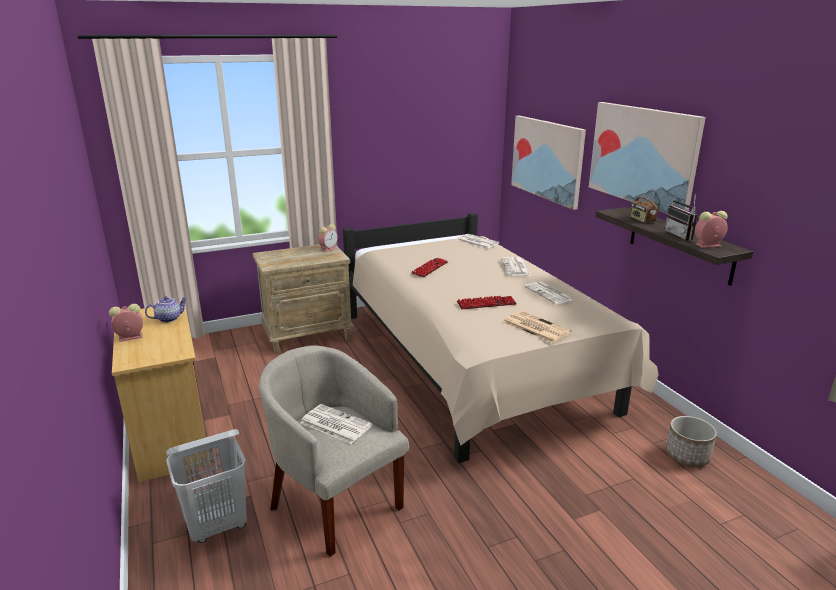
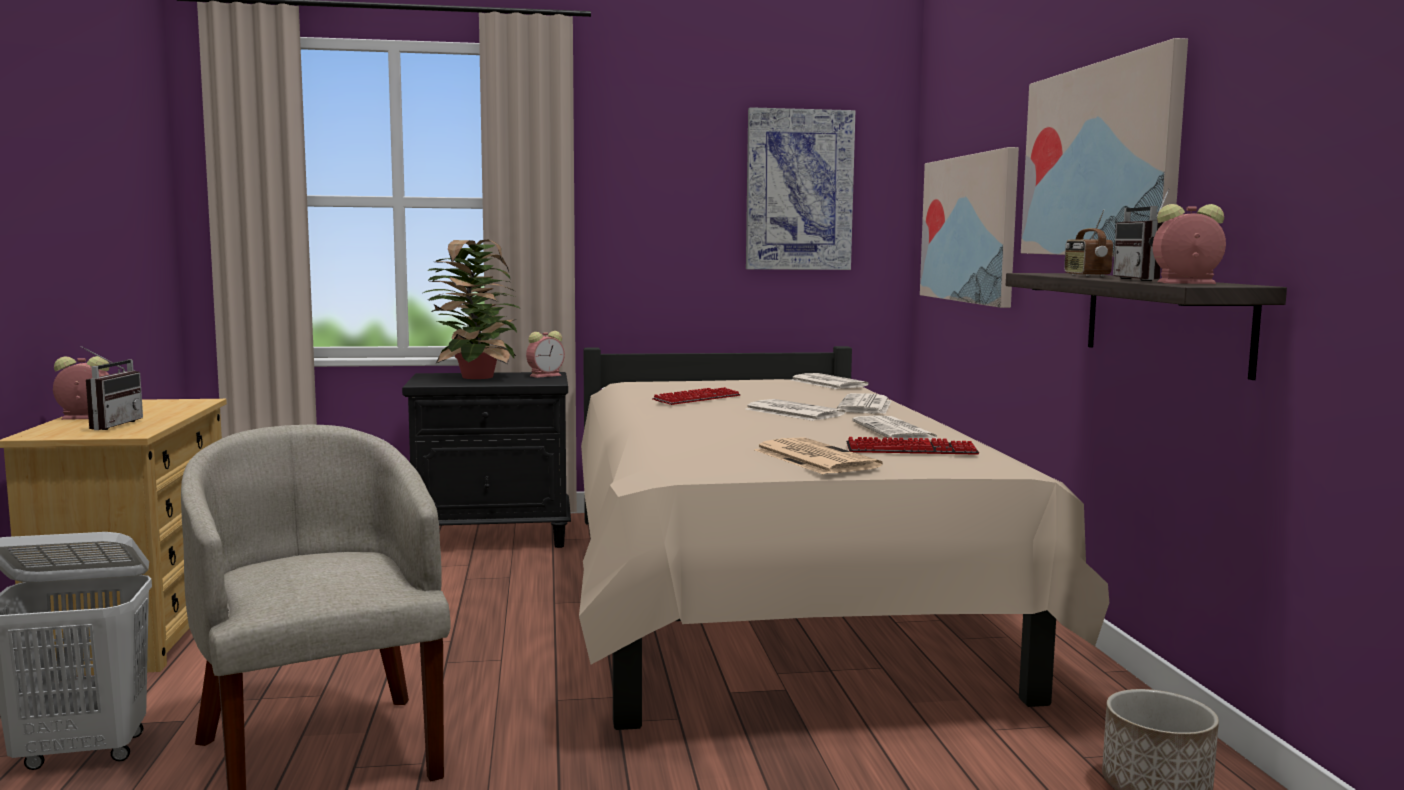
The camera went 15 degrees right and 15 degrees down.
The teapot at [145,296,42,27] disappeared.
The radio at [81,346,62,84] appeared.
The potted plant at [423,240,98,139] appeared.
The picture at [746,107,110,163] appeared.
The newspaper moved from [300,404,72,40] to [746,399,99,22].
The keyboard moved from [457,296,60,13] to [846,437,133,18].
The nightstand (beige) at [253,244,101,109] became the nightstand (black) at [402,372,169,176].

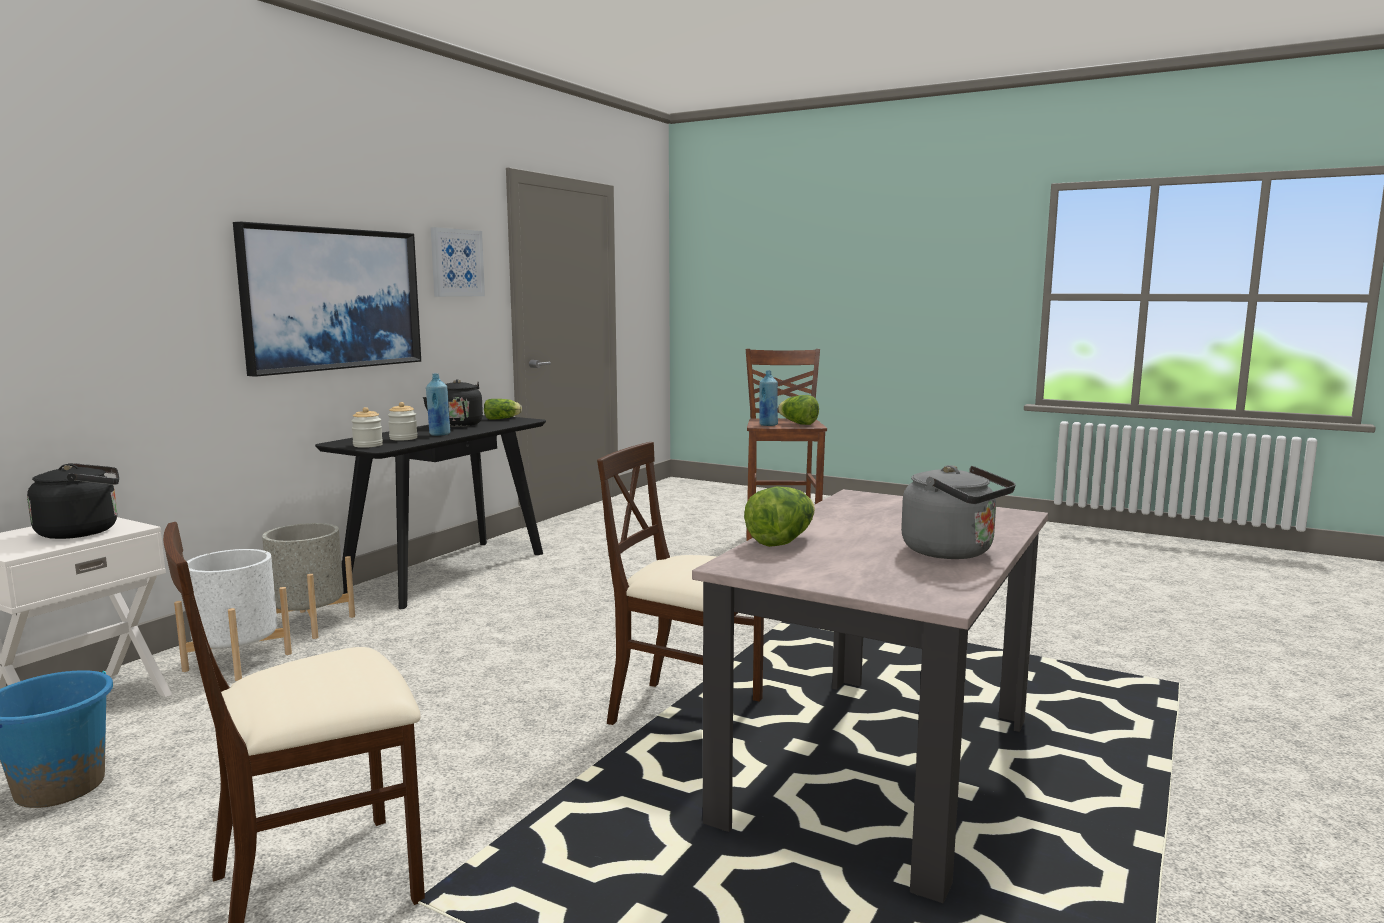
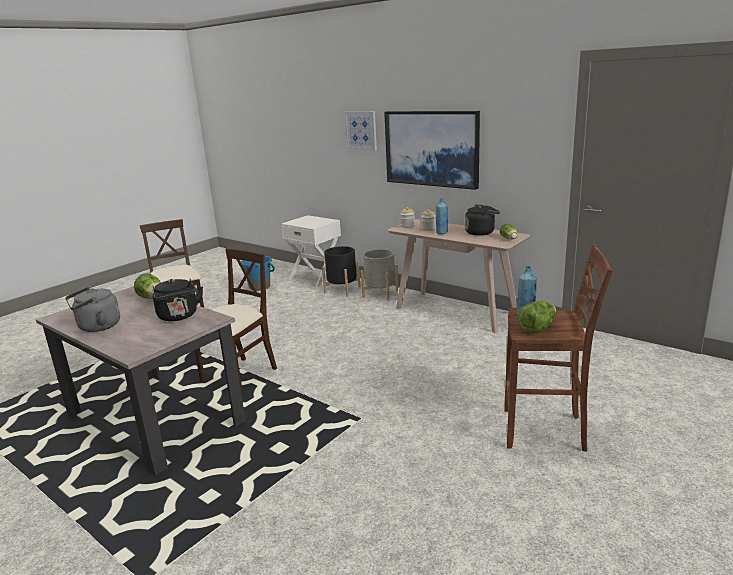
The camera went 100 degrees right and 10 degrees up.
The kettle (black) moved from [27,463,92,76] to [153,278,50,43].
The picture moved from [431,227,54,70] to [344,111,33,39].
The planter (white) at [174,549,118,132] became the planter (black) at [322,246,39,50].
The console table (black) at [315,415,231,194] became the console table (beige) at [388,219,142,114].

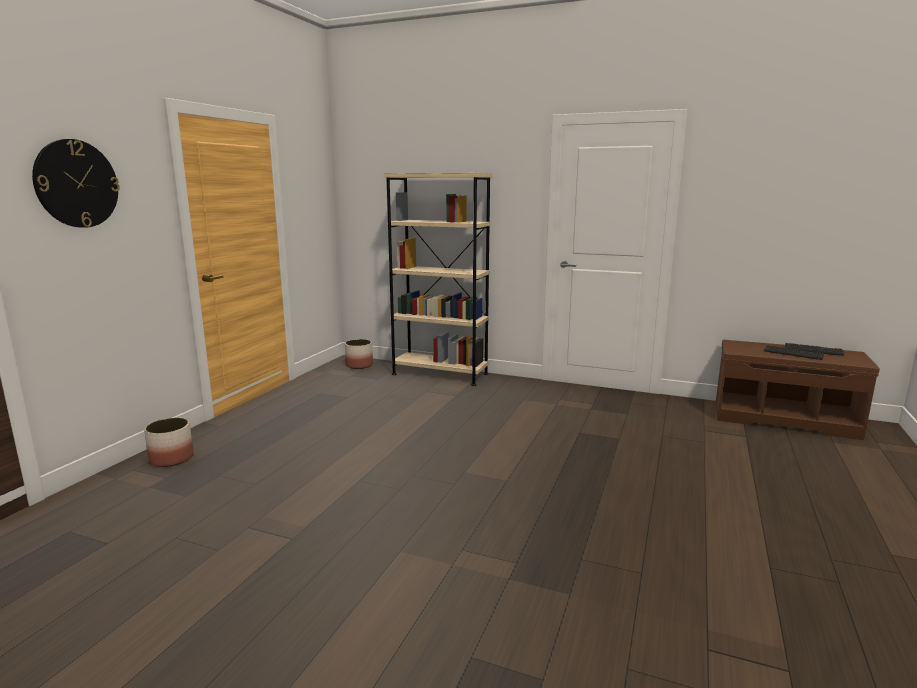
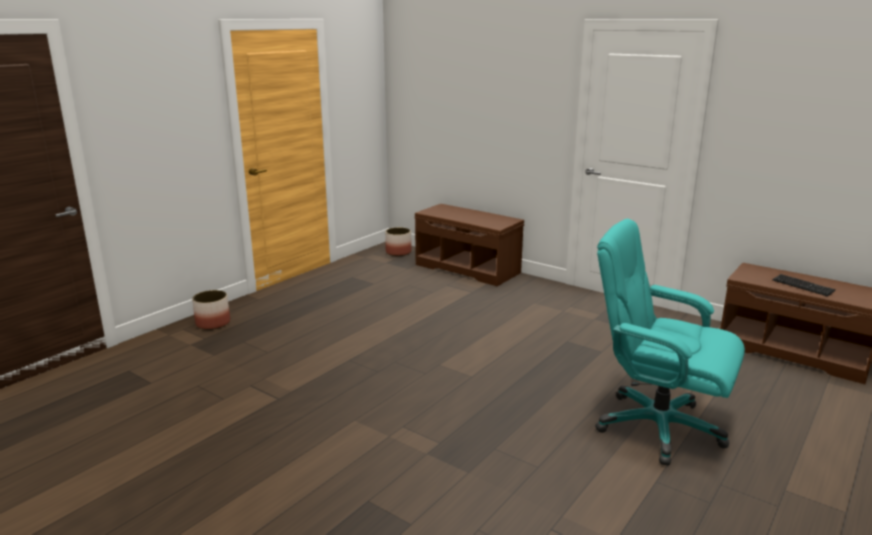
The camera went 15 degrees right and 5 degrees up.
The wall clock at [32,139,88,89] disappeared.
The keyboard at [785,343,59,13] disappeared.
The office chair (turquoise) at [595,219,150,246] appeared.
The bookcase (beige) at [384,173,109,213] was replaced by the bench (brown) at [415,204,109,82].

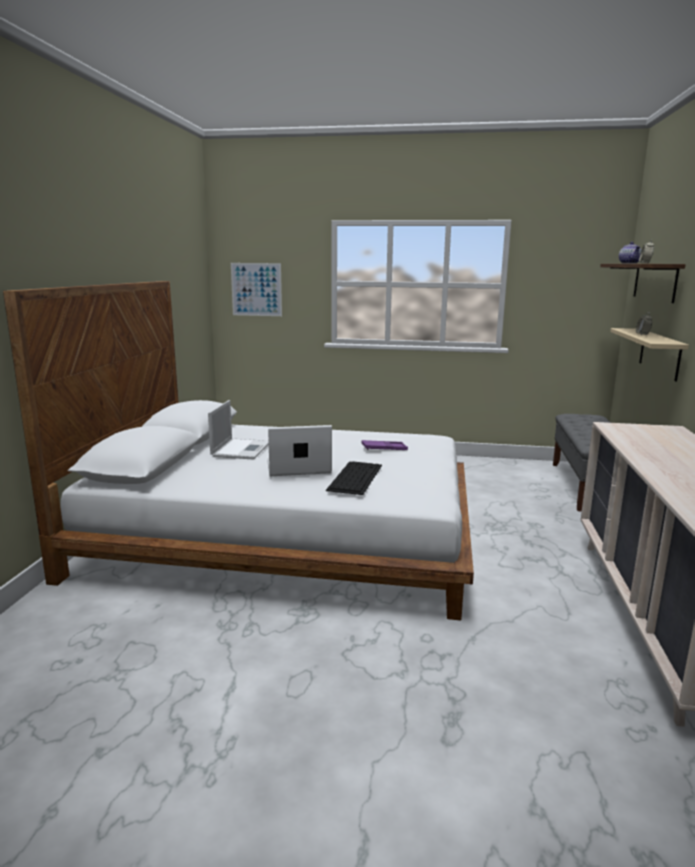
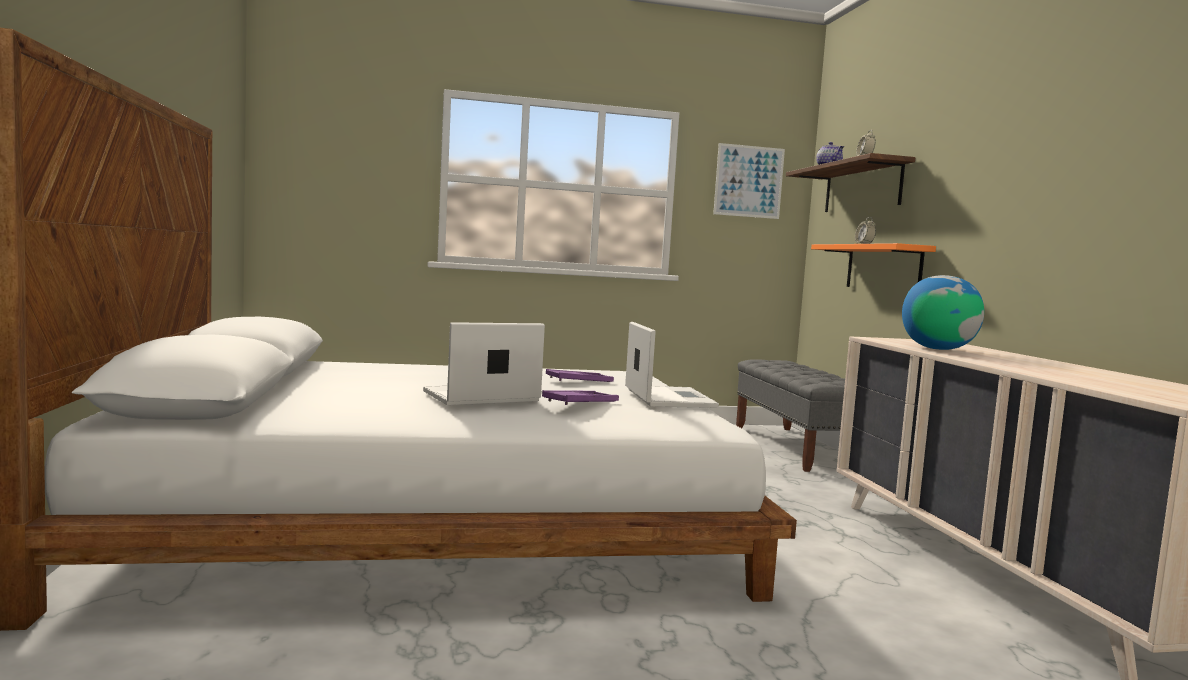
The camera went 20 degrees left and 10 degrees down.
The globe at [902,275,82,75] appeared.
The laptop moved from [208,400,61,60] to [625,322,94,86].
The picture moved from [231,263,51,53] to [713,143,72,76].
The keyboard at [326,461,56,34] was replaced by the tray (purple) at [542,390,77,15].
The shelf (beige) at [610,328,79,54] became the shelf (orange) at [811,243,125,44].

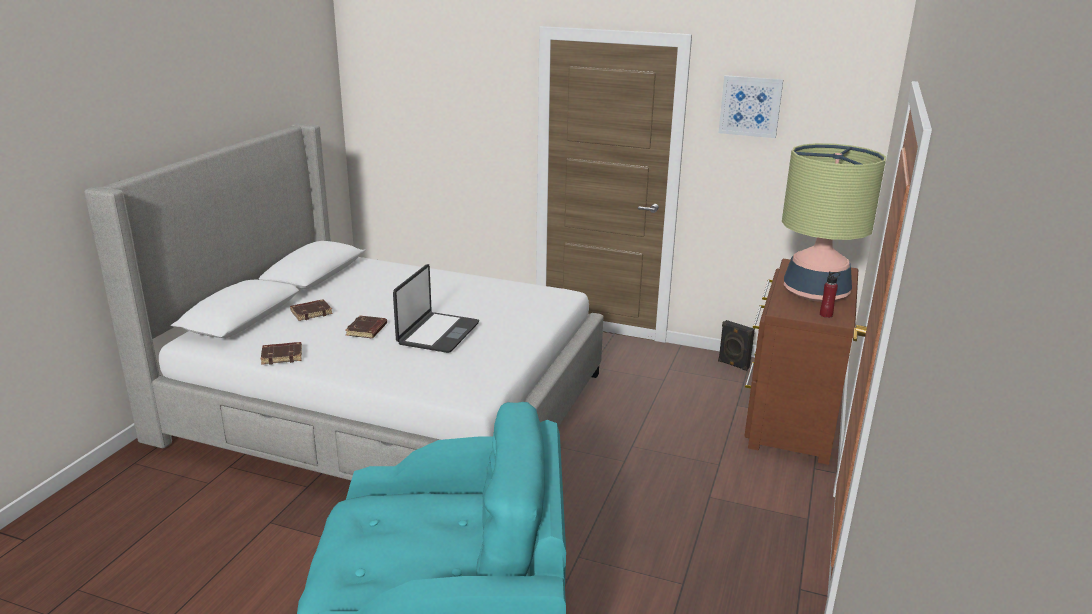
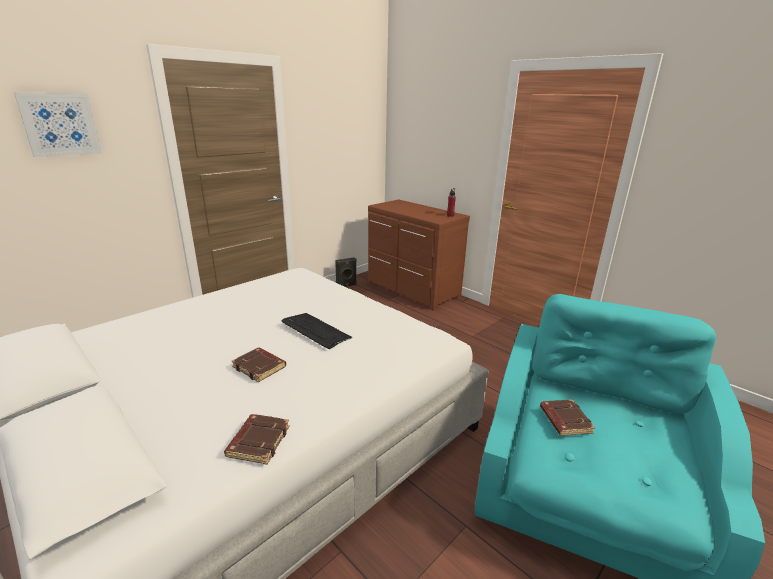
The camera went 65 degrees left and 0 degrees up.
The table lamp at [782,143,104,159] disappeared.
The book (brown) moved from [290,299,43,22] to [540,399,55,37].
The picture moved from [719,75,64,63] to [14,92,88,65].
The laptop at [393,264,86,89] was replaced by the keyboard at [282,313,70,36].

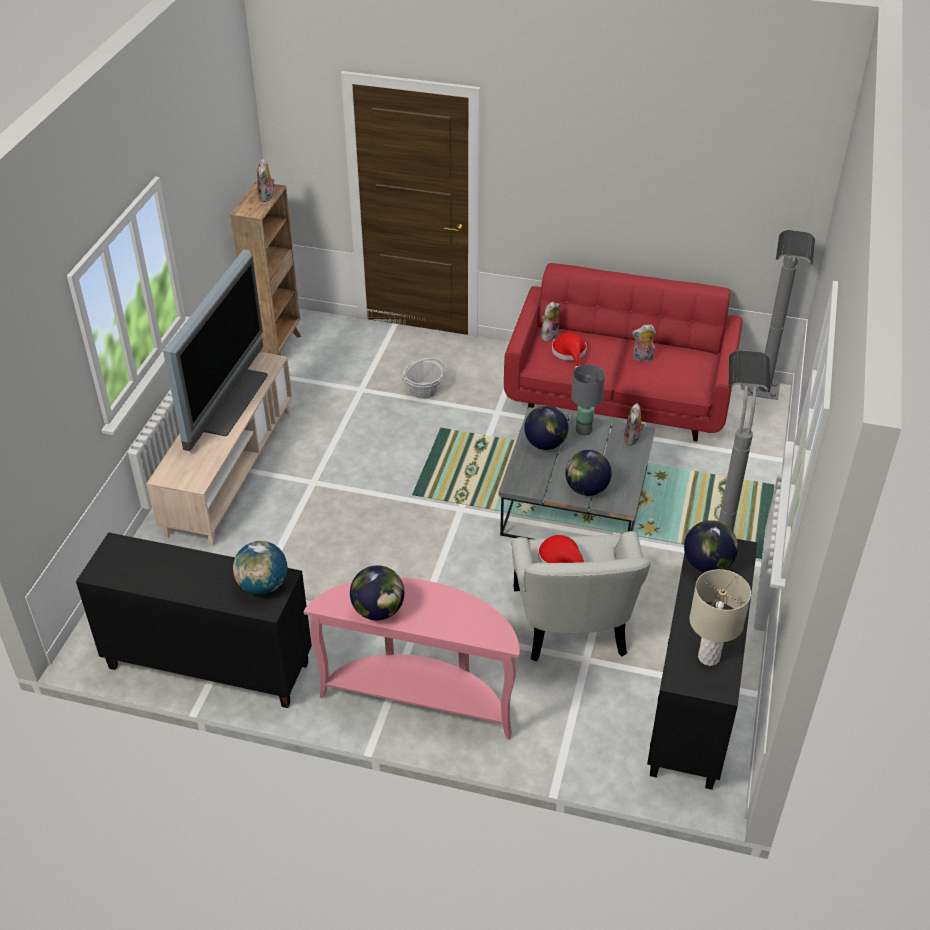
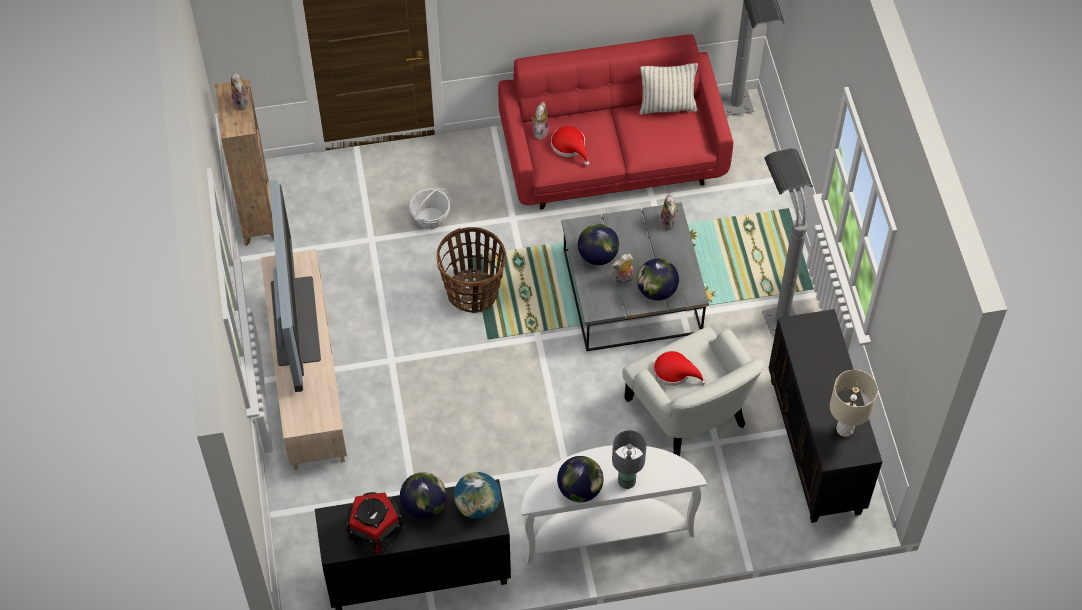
The camera went 25 degrees left and 15 degrees up.
The speaker at [346,492,58,61] appeared.
The basket at [436,227,70,86] appeared.
The pillow at [639,63,59,52] appeared.
The table lamp (grey) moved from [571,364,34,71] to [612,430,35,59].
The plush toy moved from [632,324,24,37] to [612,254,22,31].
The globe moved from [684,520,54,53] to [400,472,46,47].
The console table (pink) at [303,578,217,161] became the console table (white) at [521,445,186,120].

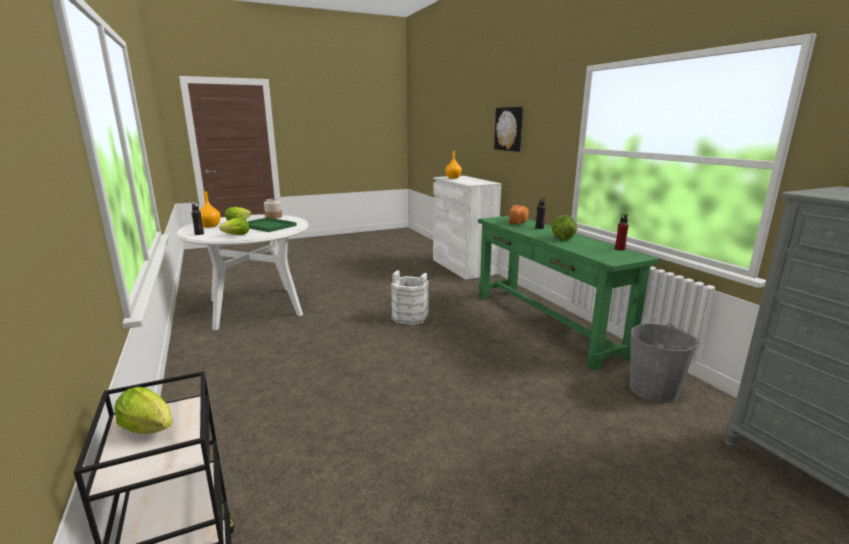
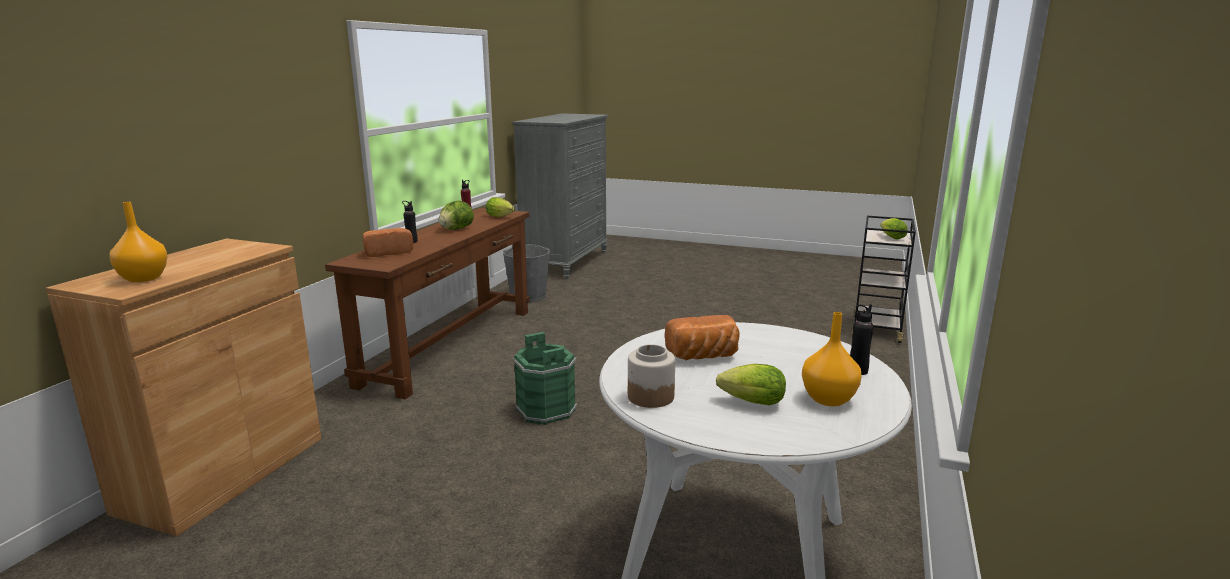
The camera went 135 degrees left and 0 degrees up.
The picture at [494,107,29,45] disappeared.
The lettuce moved from [219,218,30,17] to [486,197,29,20].
The tray (green) at [248,217,49,15] was replaced by the bread at [665,315,75,45].
The bucket (white) at [390,270,39,55] became the bucket (green) at [513,332,64,93].
The cabinet (white) at [433,176,69,104] became the cabinet (brown) at [46,238,275,298].
The console table (green) at [478,216,181,154] became the console table (brown) at [325,208,205,191].

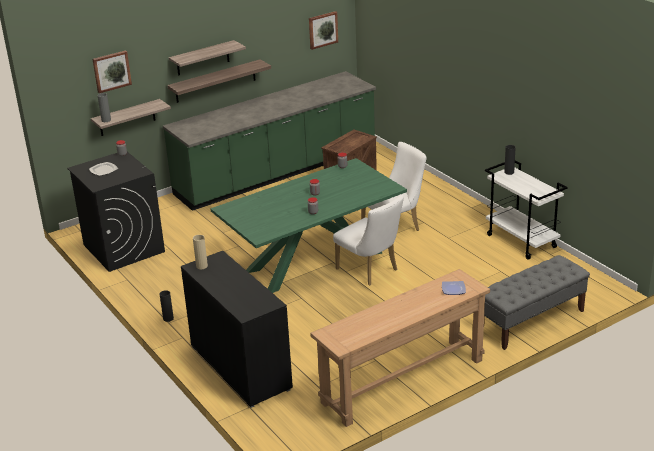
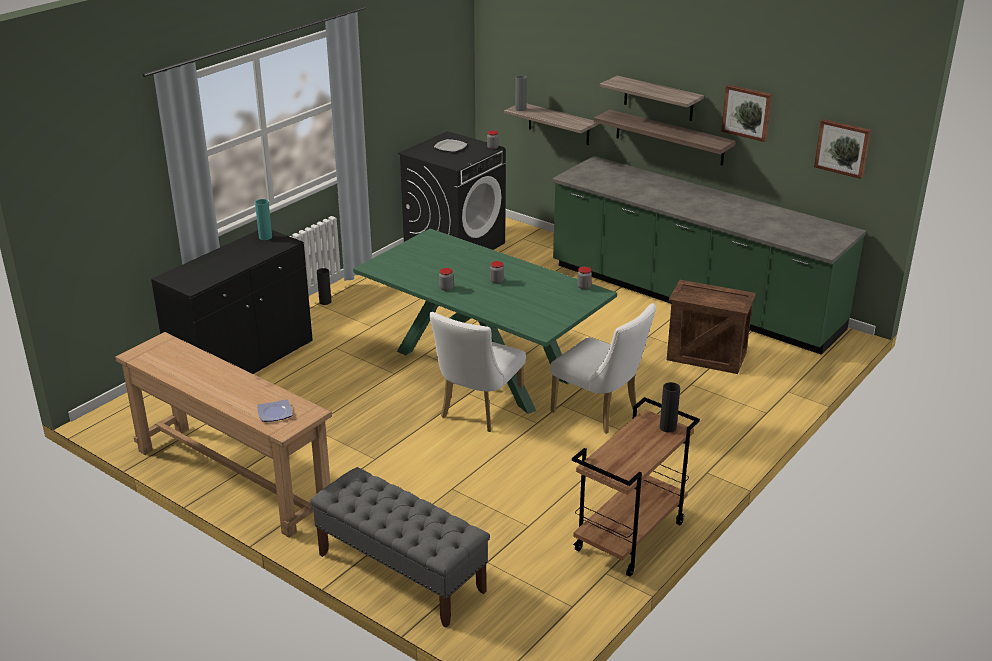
The camera went 70 degrees right and 0 degrees up.
The picture moved from [92,51,40,42] to [721,85,51,57].
The vase (beige) at [193,235,15,34] became the vase (turquoise) at [255,199,17,41].
The cart (white) at [485,160,82,100] became the cart (brown) at [572,397,128,180].

